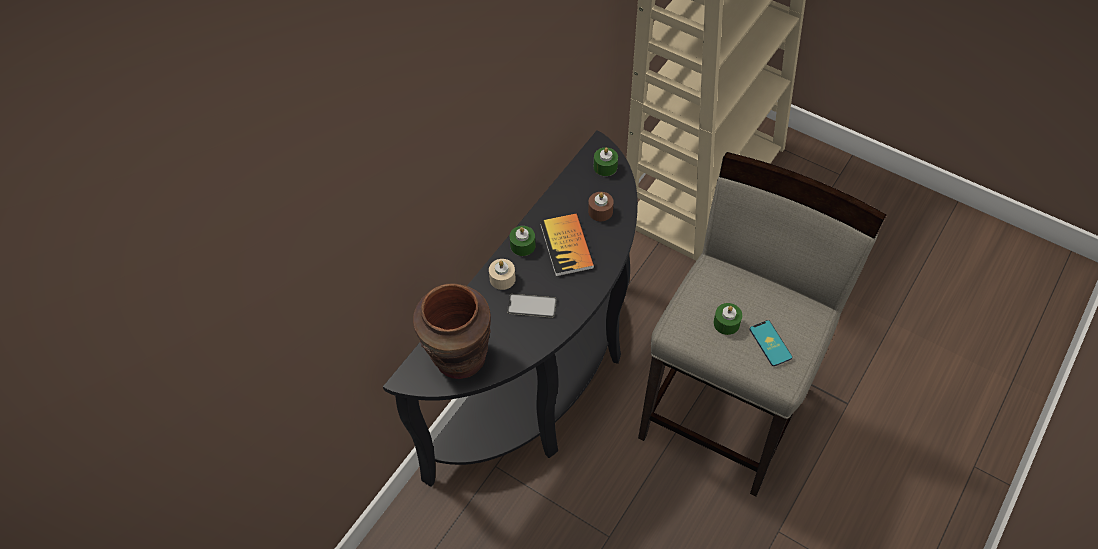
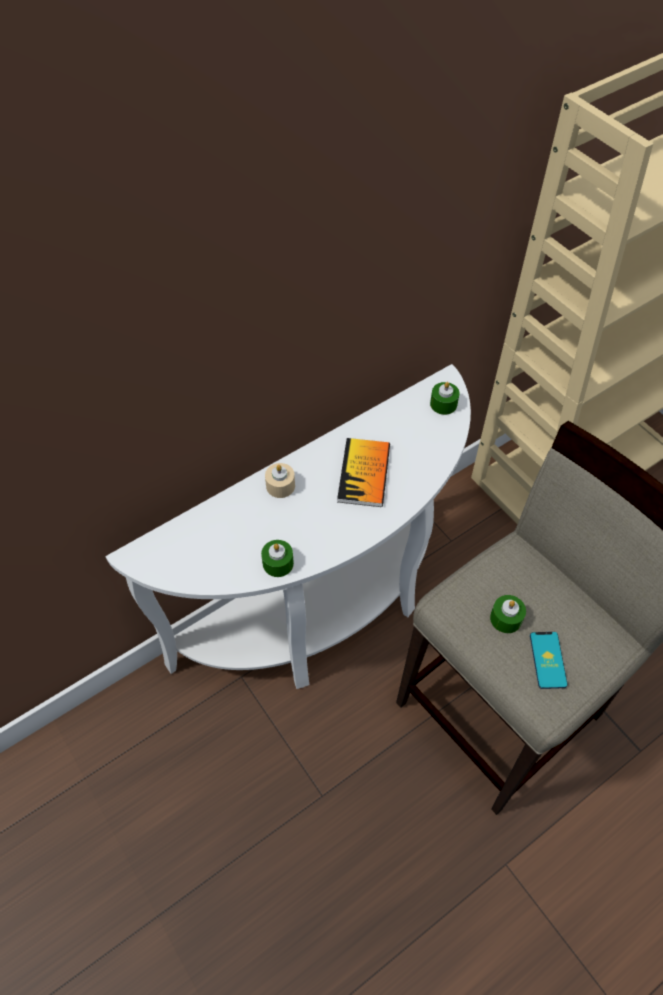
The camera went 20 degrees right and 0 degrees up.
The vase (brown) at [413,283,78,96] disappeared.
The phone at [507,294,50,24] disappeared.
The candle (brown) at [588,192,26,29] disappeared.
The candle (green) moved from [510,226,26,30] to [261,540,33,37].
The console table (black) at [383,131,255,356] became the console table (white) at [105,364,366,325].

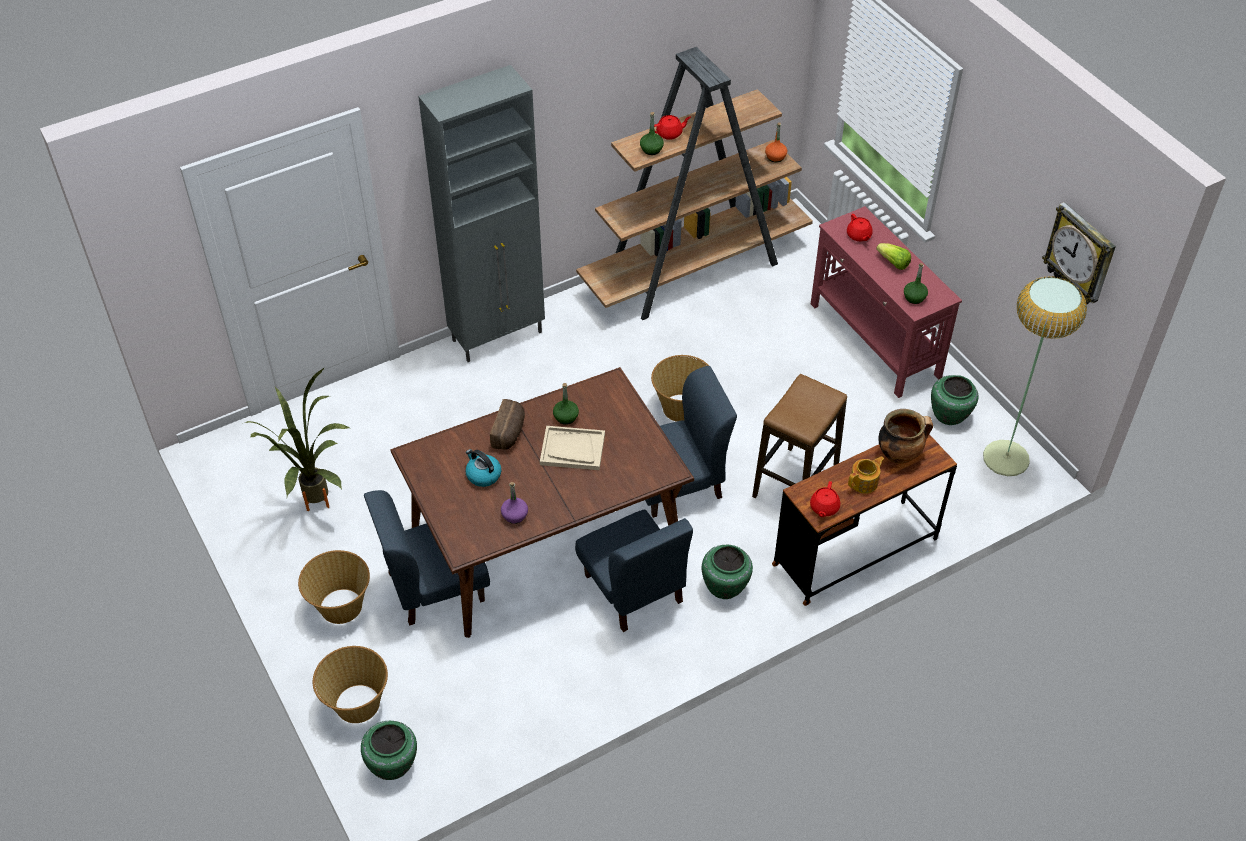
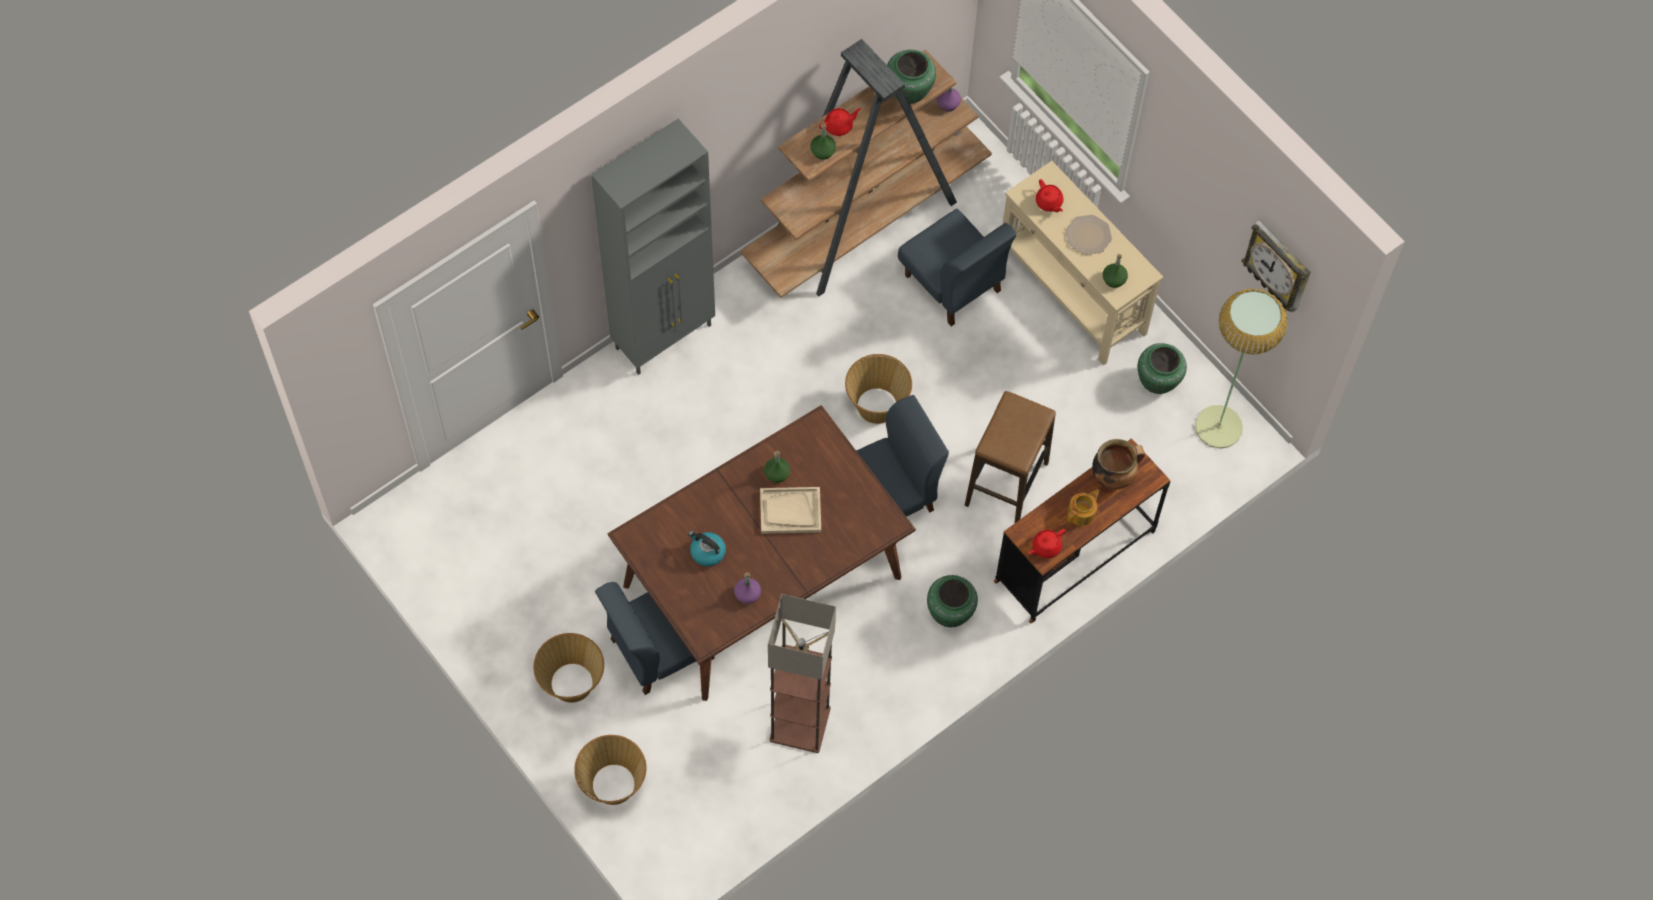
The camera went 10 degrees left and 15 degrees up.
The potted plant at [245,367,106,144] disappeared.
The bread at [490,399,35,51] disappeared.
The floor lamp at [768,594,68,159] appeared.
The vase (green) moved from [361,721,56,59] to [887,50,49,54].
The chair (blue) moved from [575,509,118,123] to [898,209,118,117].
The lettuce at [876,243,35,27] was replaced by the plate at [1066,215,46,40].
The bottle (orange) at [765,122,22,40] became the bottle (purple) at [936,76,25,35].
The console table (red) at [811,206,151,192] became the console table (beige) at [1003,161,160,204].
The teapot (red) at [810,481,30,36] turned 45 degrees clockwise.

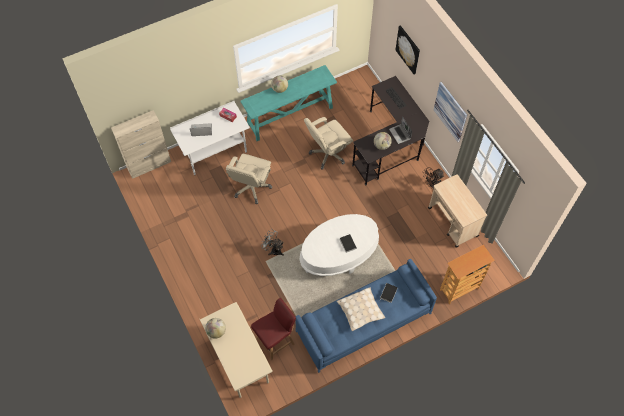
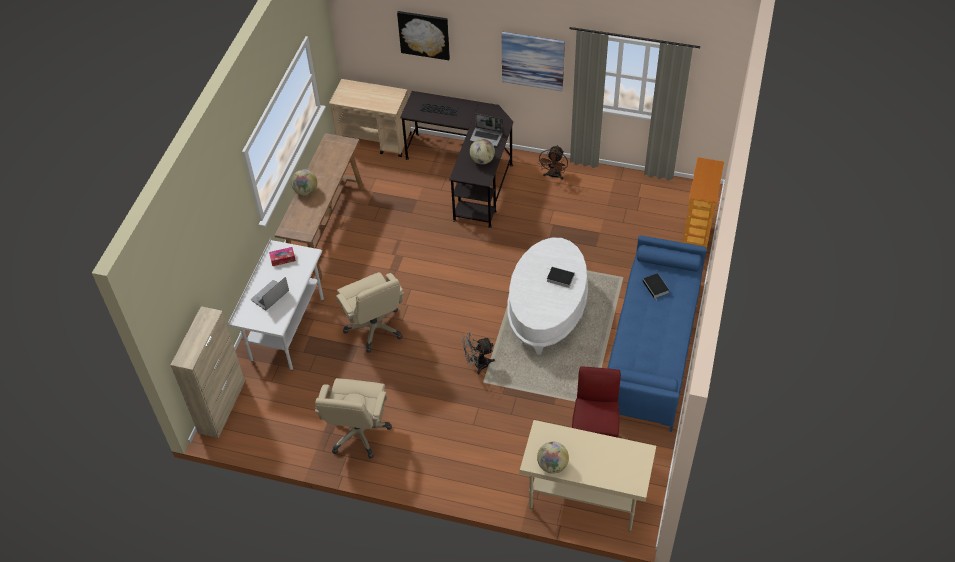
The camera went 45 degrees left and 10 degrees down.
The pillow (beige) at [337,287,48,44] disappeared.
The office chair (beige) moved from [304,117,49,53] to [315,378,77,81].
The cart (beige) moved from [428,174,59,74] to [329,79,82,78].
The console table (turquoise) at [240,65,97,76] became the console table (brown) at [275,133,88,148].

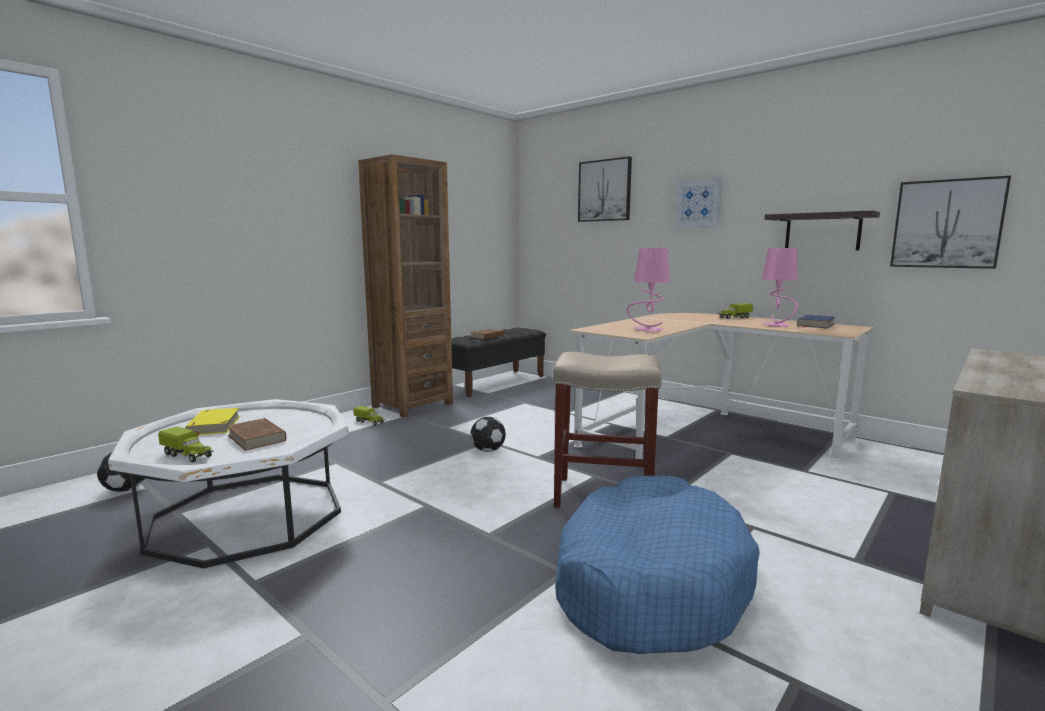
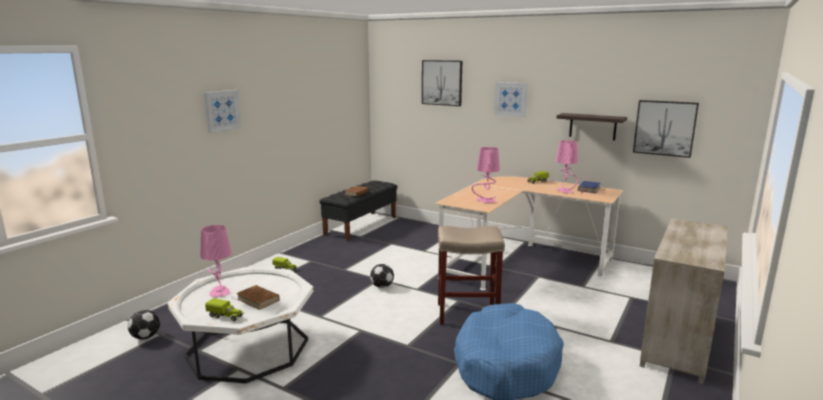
The camera went 10 degrees left and 5 degrees up.
The bookcase (brown) at [358,154,95,264] disappeared.
The picture at [204,90,38,43] appeared.
The book (yellow) at [185,408,55,28] was replaced by the table lamp (pink) at [201,225,31,72].

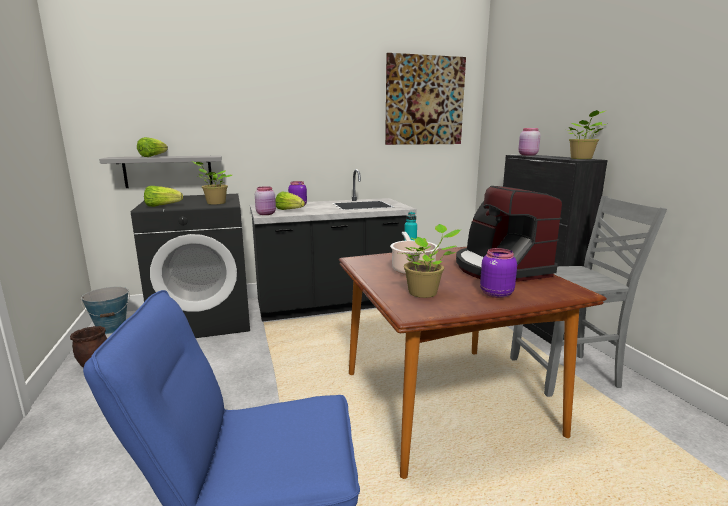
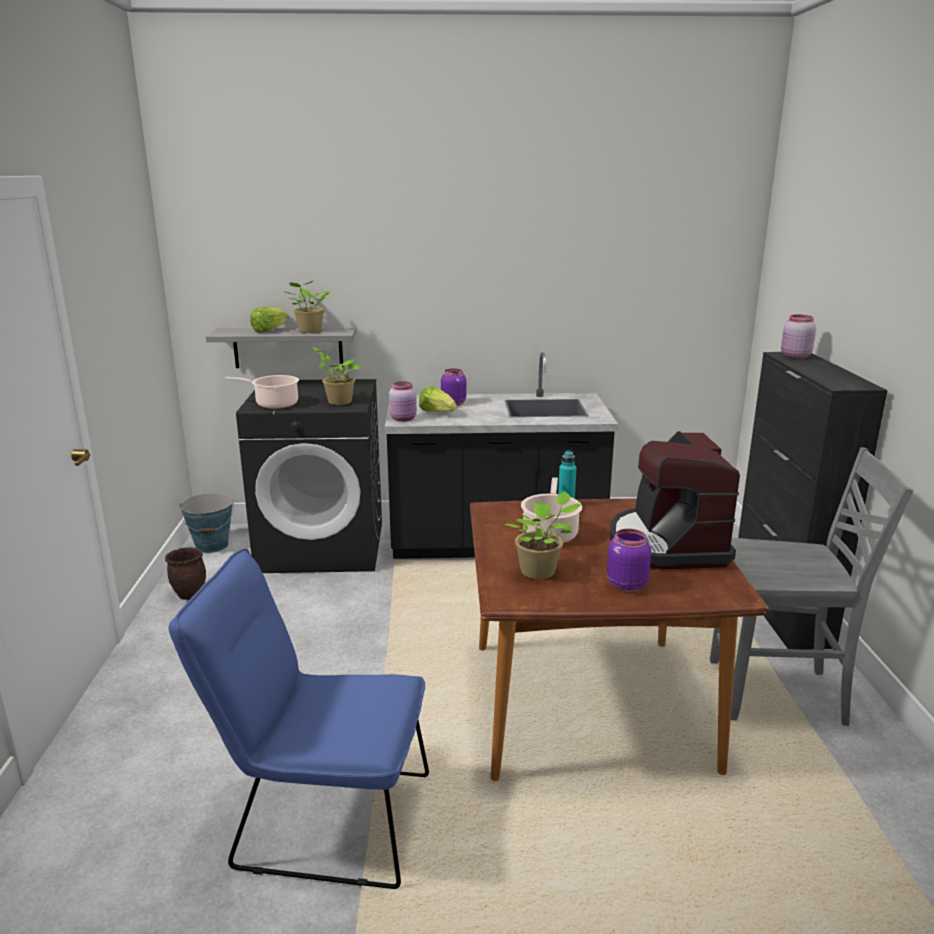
The camera went 15 degrees right and 5 degrees up.
The picture at [385,53,81,92] disappeared.
The potted plant moved from [568,110,39,49] to [286,281,45,52].
The lettuce at [144,186,39,21] was replaced by the cooking pot at [224,375,75,34].

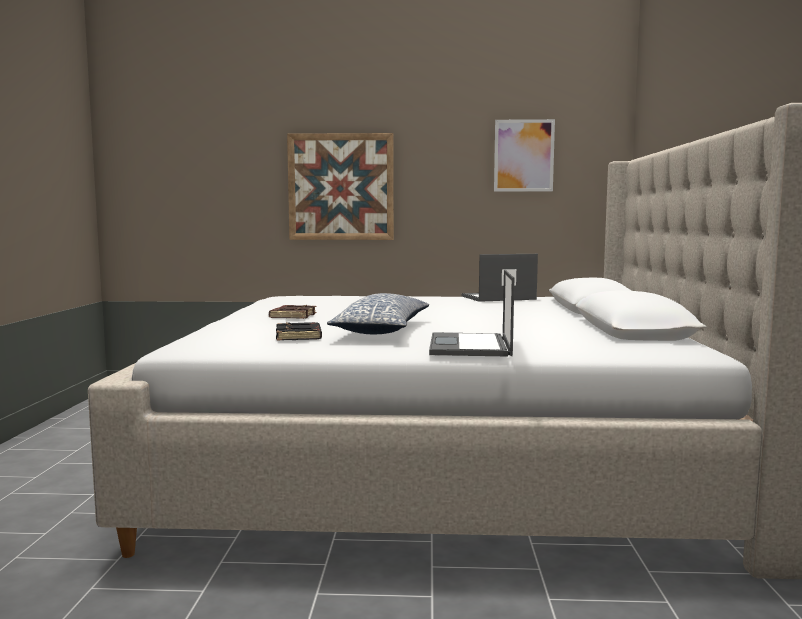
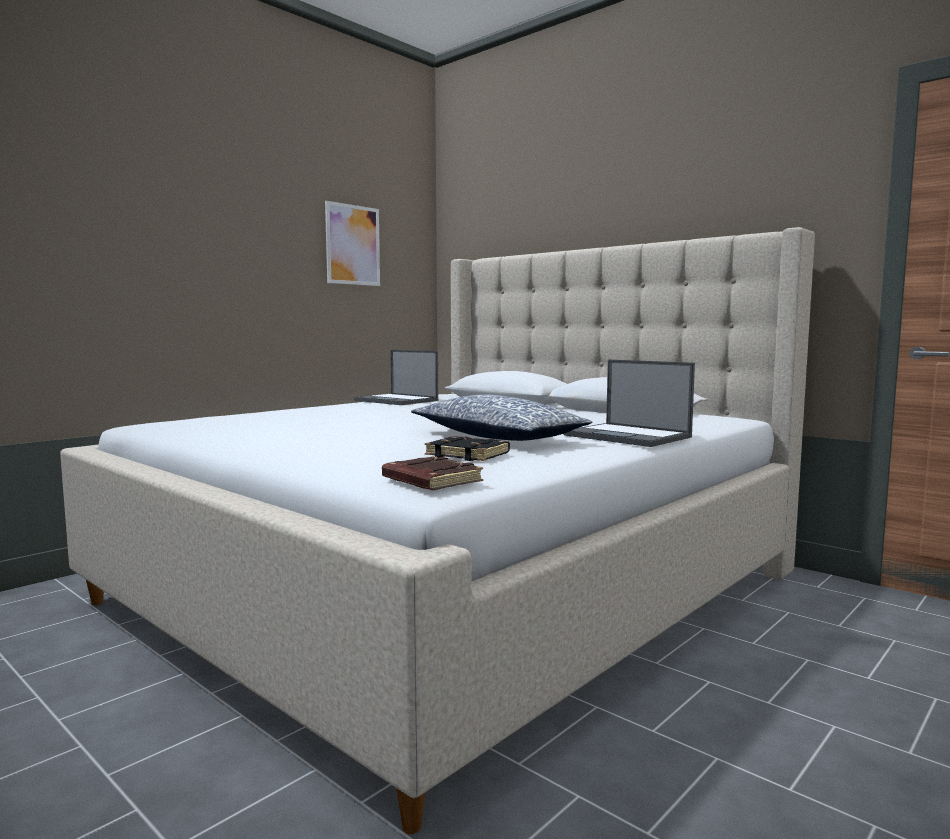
The camera went 50 degrees left and 0 degrees up.
The picture at [287,133,107,107] disappeared.
The book (brown) moved from [269,305,47,14] to [382,456,101,34].
The laptop at [462,254,76,48] turned 75 degrees counterclockwise.

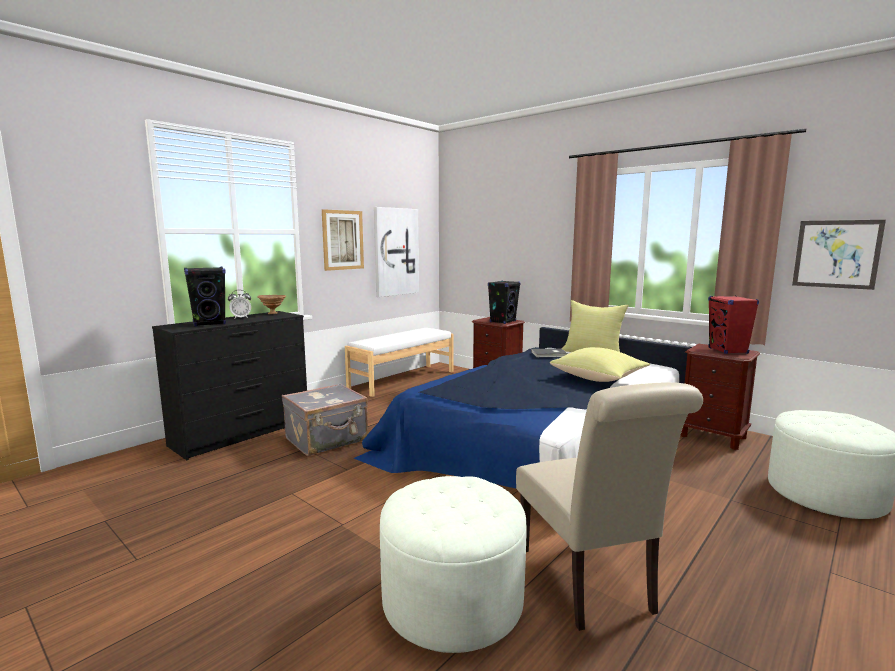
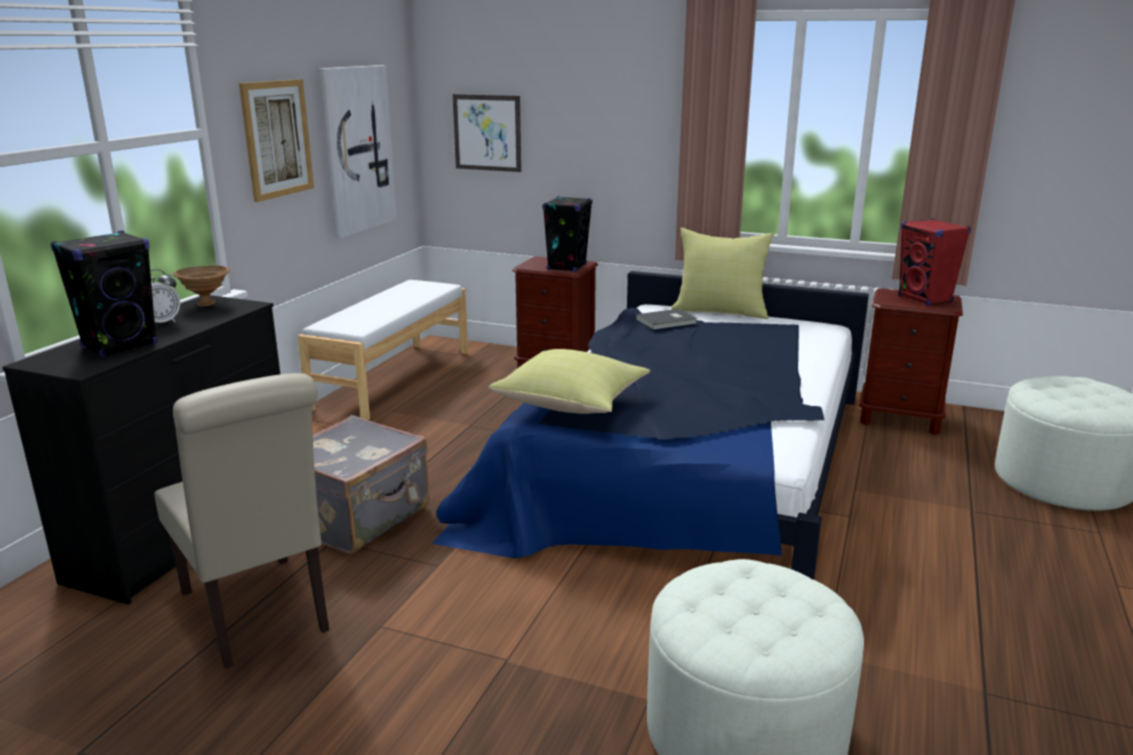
The camera went 20 degrees left and 10 degrees up.
The chair (beige) moved from [516,382,187,249] to [154,373,175,296].
The pillow (yellow) moved from [550,347,100,35] to [489,349,161,65].
The picture moved from [792,220,94,70] to [453,94,68,78].

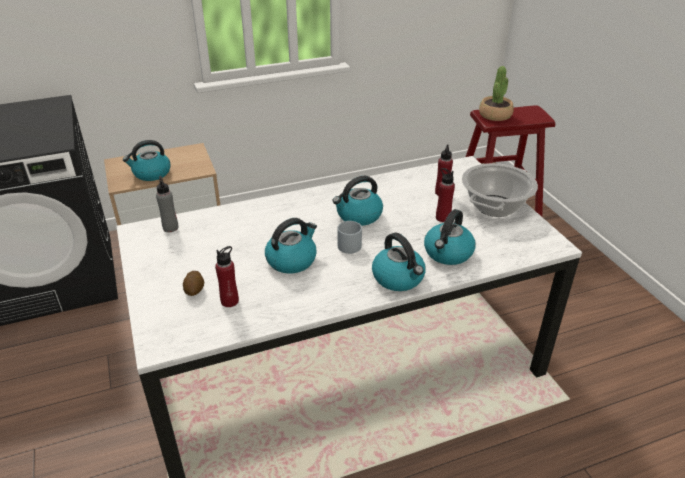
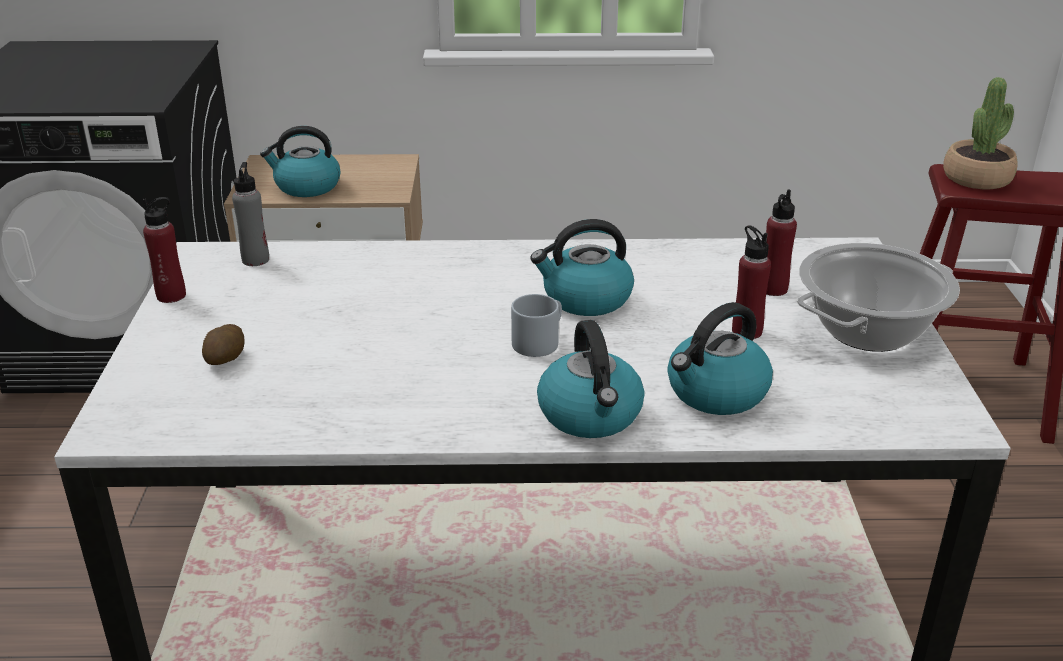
The camera went 20 degrees right and 5 degrees down.
The kettle at [265,218,52,56] disappeared.
The bottle (red) moved from [215,246,24,61] to [143,197,43,106].

